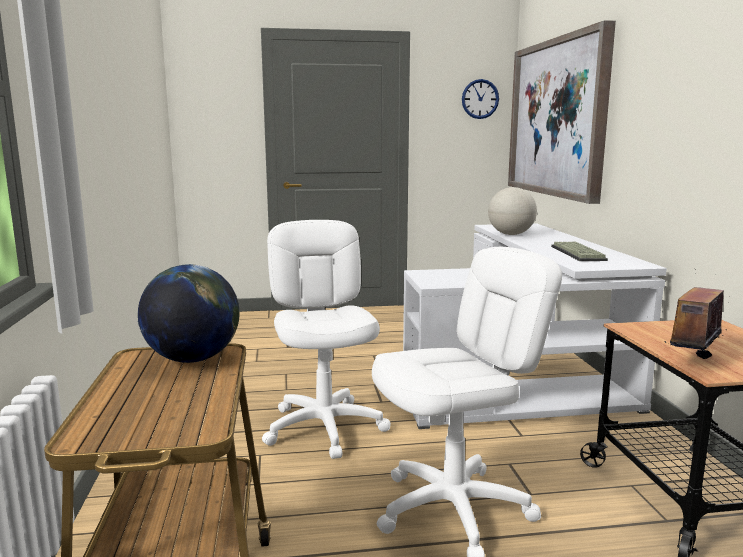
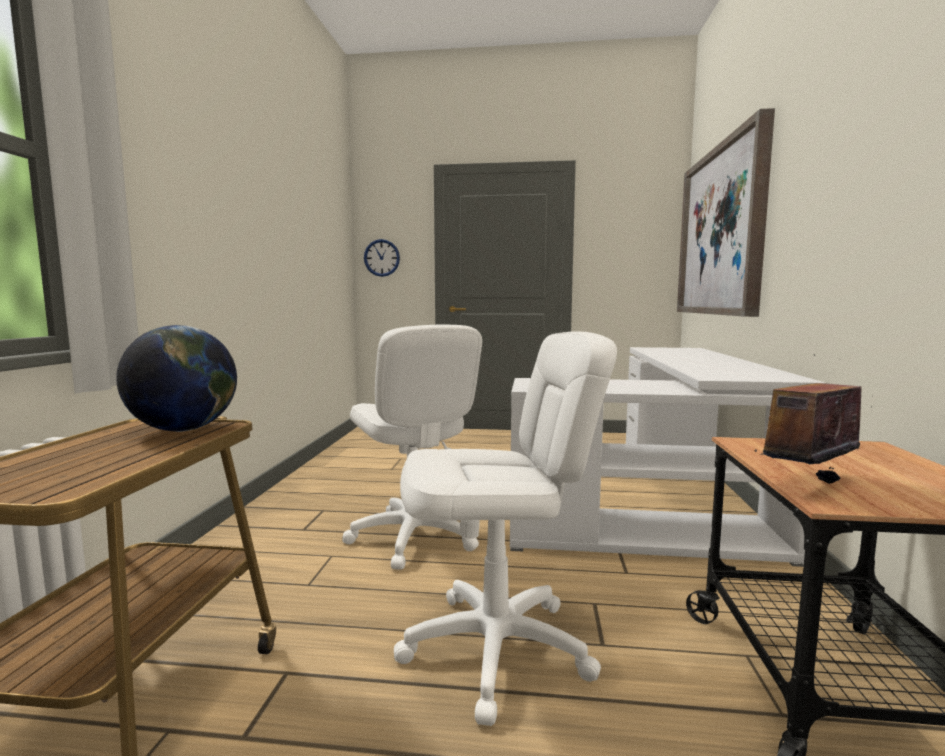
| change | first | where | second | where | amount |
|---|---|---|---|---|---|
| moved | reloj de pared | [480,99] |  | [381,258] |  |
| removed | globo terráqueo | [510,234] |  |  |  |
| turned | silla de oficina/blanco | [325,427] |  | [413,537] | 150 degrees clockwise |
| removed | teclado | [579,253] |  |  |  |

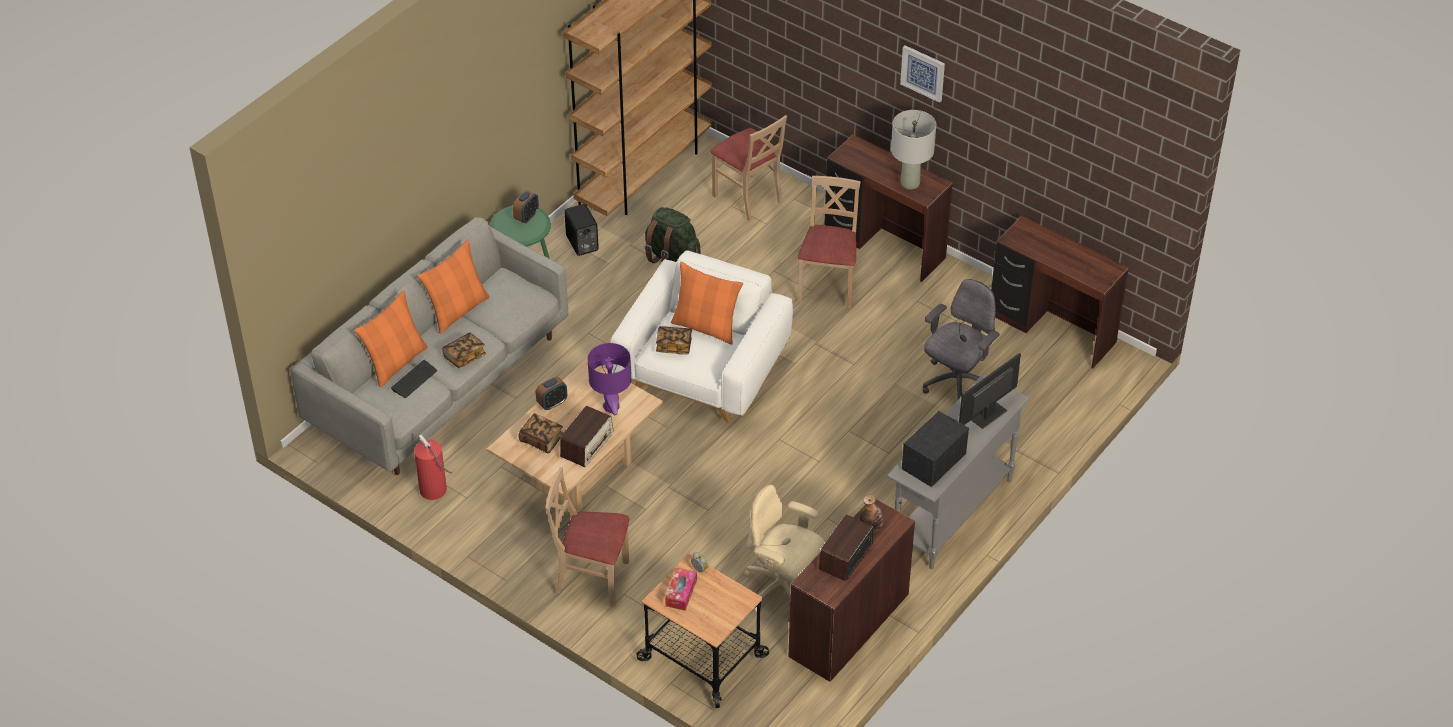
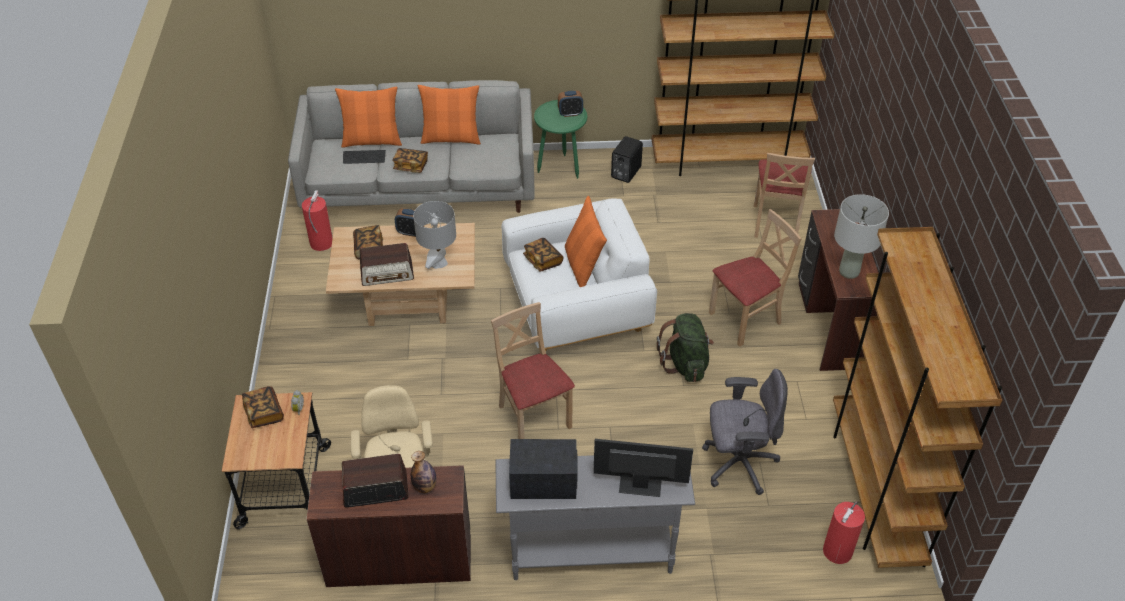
| change | first | where | second | where | amount |
|---|---|---|---|---|---|
| removed | cuadro | [923,73] |  |  |  |
| moved | mochila/verde | [671,256] |  | [685,364] |  |
| replaced | escritorio/marrón | [1051,330] | estantería/marrón | [875,490] |  |
| recoloured | lámpara de mesa/morado | [611,406] | lámpara de mesa/gris | [439,263] |  |
| moved | silla/beis | [592,578] |  | [533,417] |  |
| replaced | caja de pañuelos | [681,593] | libro | [264,413] |  |
| added |  |  | extintor | [838,549] |  |

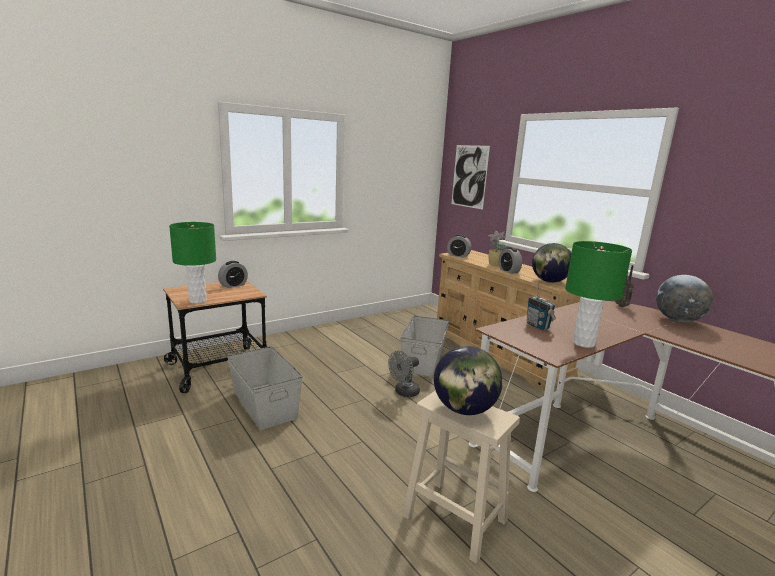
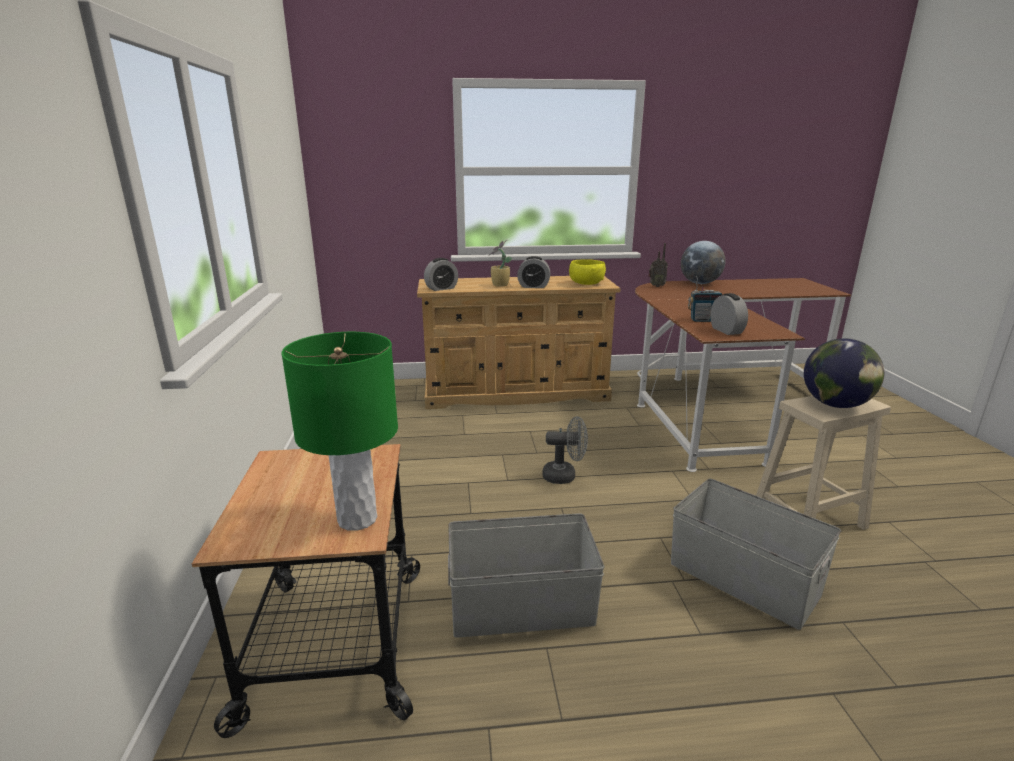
| change | first | where | second | where | amount |
|---|---|---|---|---|---|
| removed | cuadro | [469,176] |  |  |  |
| removed | lámpara de mesa/verde | [583,343] |  |  |  |
| replaced | globo terráqueo | [549,281] | cuenco/amarillo | [586,284] |  |
| moved | despertador | [233,285] |  | [726,330] |  |
| moved | caja de almacenaje/gris | [424,360] |  | [742,578] |  |
| turned | ventilador/gris | [404,393] |  | [564,476] | 75 degrees counterclockwise |

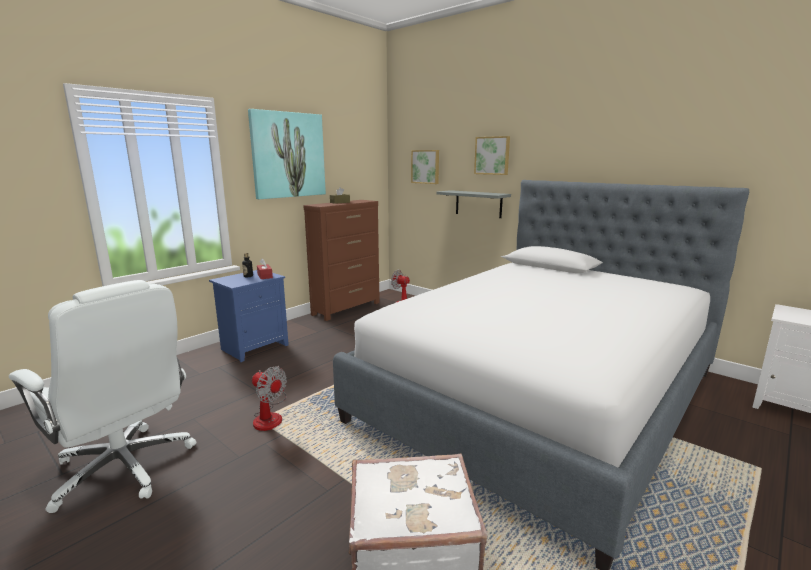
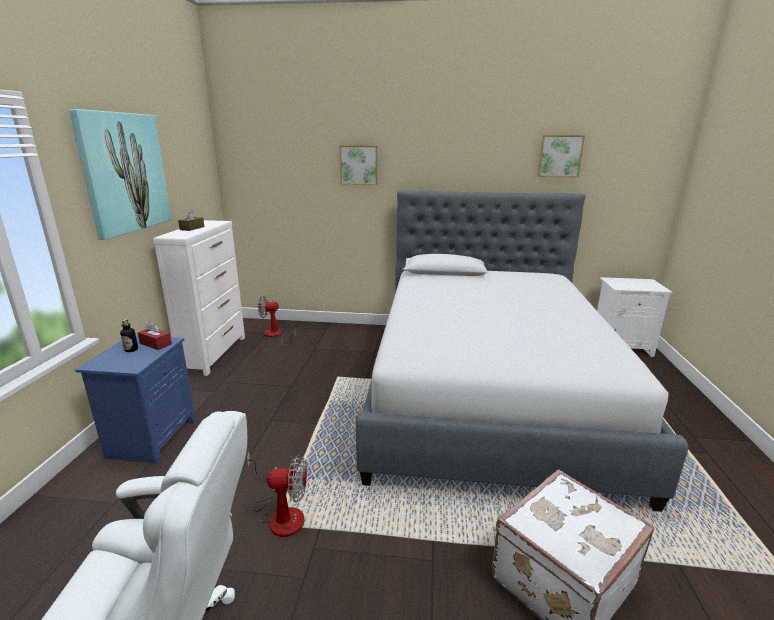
| change | first | where | second | where | amount |
|---|---|---|---|---|---|
| moved | cuadro | [426,166] |  | [559,156] |  |
| removed | estante/gris | [478,204] |  |  |  |
| recoloured | cómoda/marrón | [347,308] | cómoda/blanco | [215,353] |  |

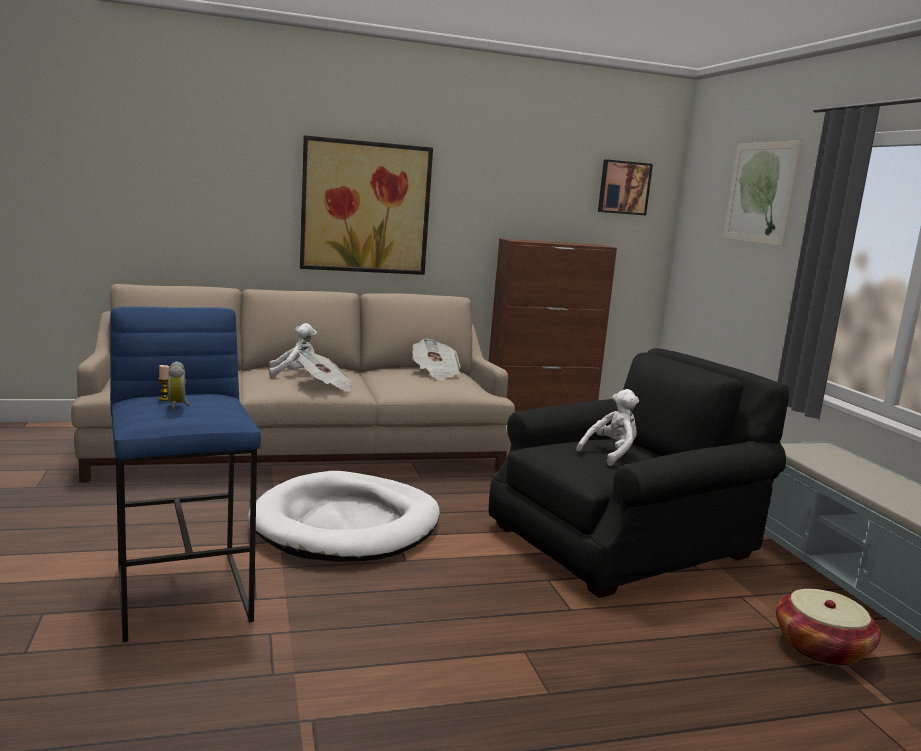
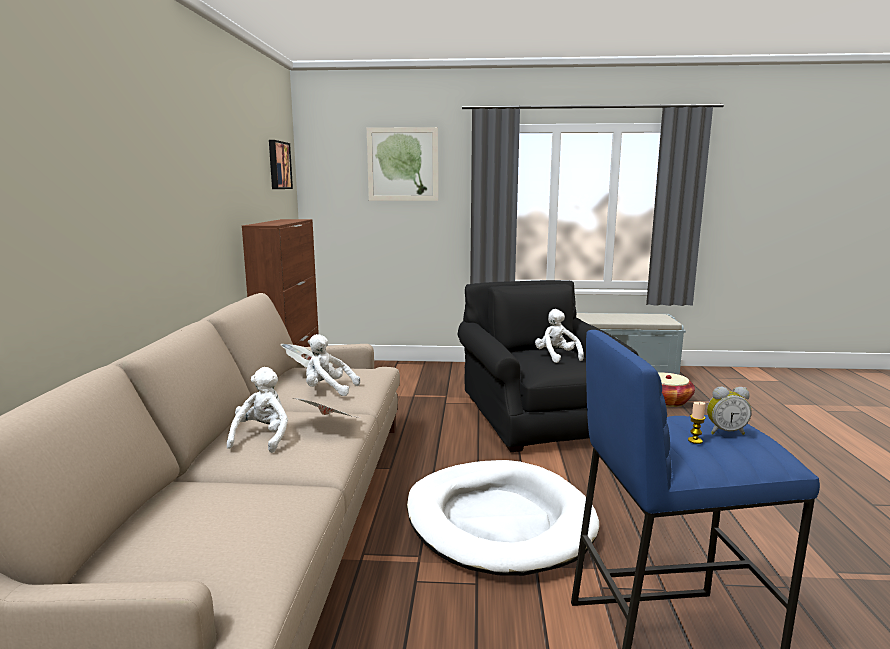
| change | first | where | second | where | amount |
|---|---|---|---|---|---|
| removed | cuadro | [365,207] |  |  |  |
| added |  |  | peluche/blanco | [328,390] |  |

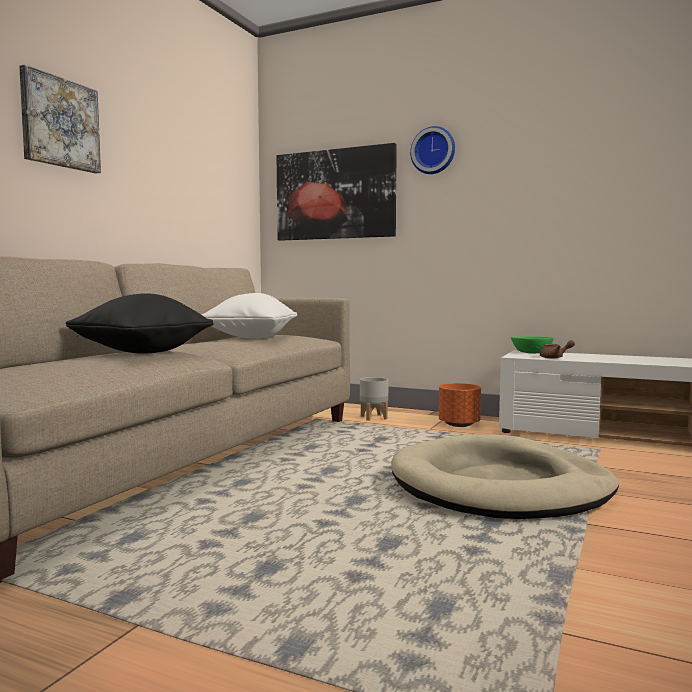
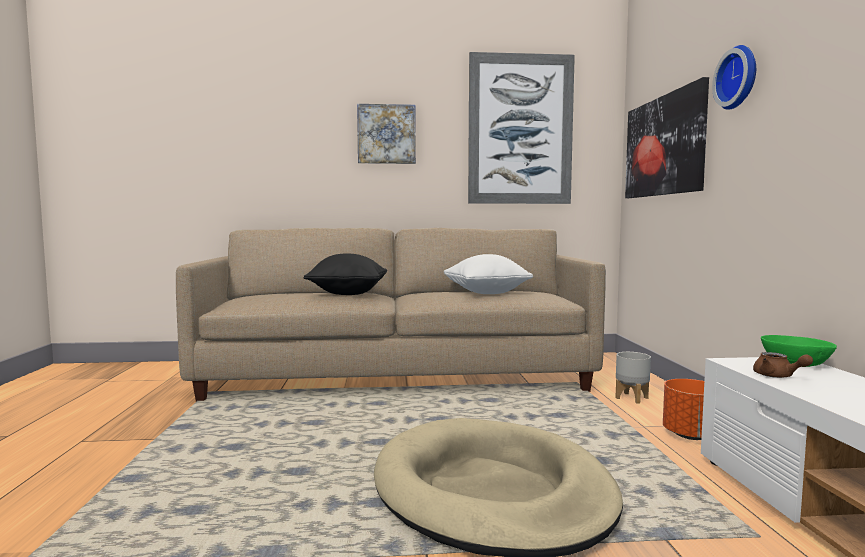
| change | first | where | second | where | amount |
|---|---|---|---|---|---|
| added |  |  | cuadro | [520,129] |  |

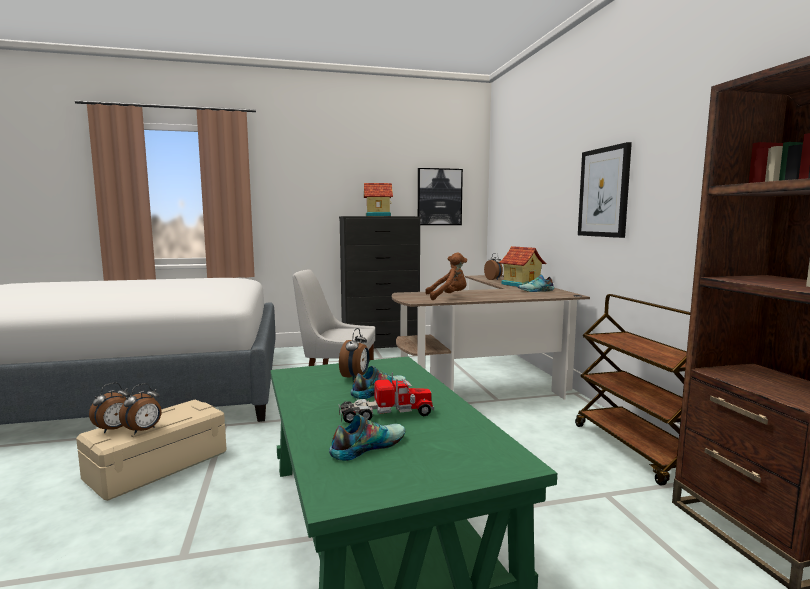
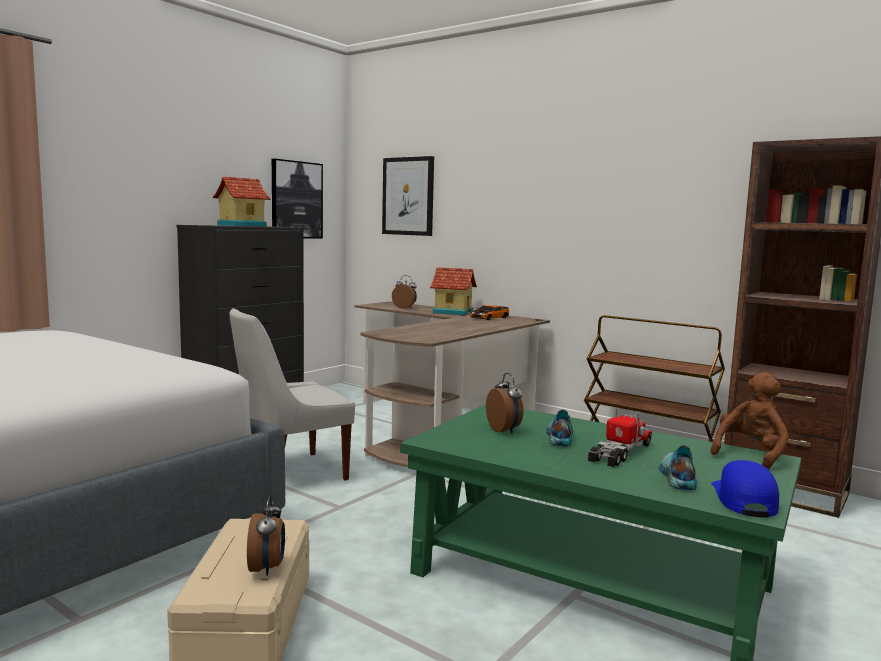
| change | first | where | second | where | amount |
|---|---|---|---|---|---|
| moved | cuadro | [604,192] |  | [408,196] |  |
| moved | peluche/marrón | [448,297] |  | [750,454] |  |
| replaced | zapato | [536,291] | coche de juguete | [489,318] |  |
| removed | despertador | [114,429] |  |  |  |
| added |  |  | gorra/azul | [743,499] |  |

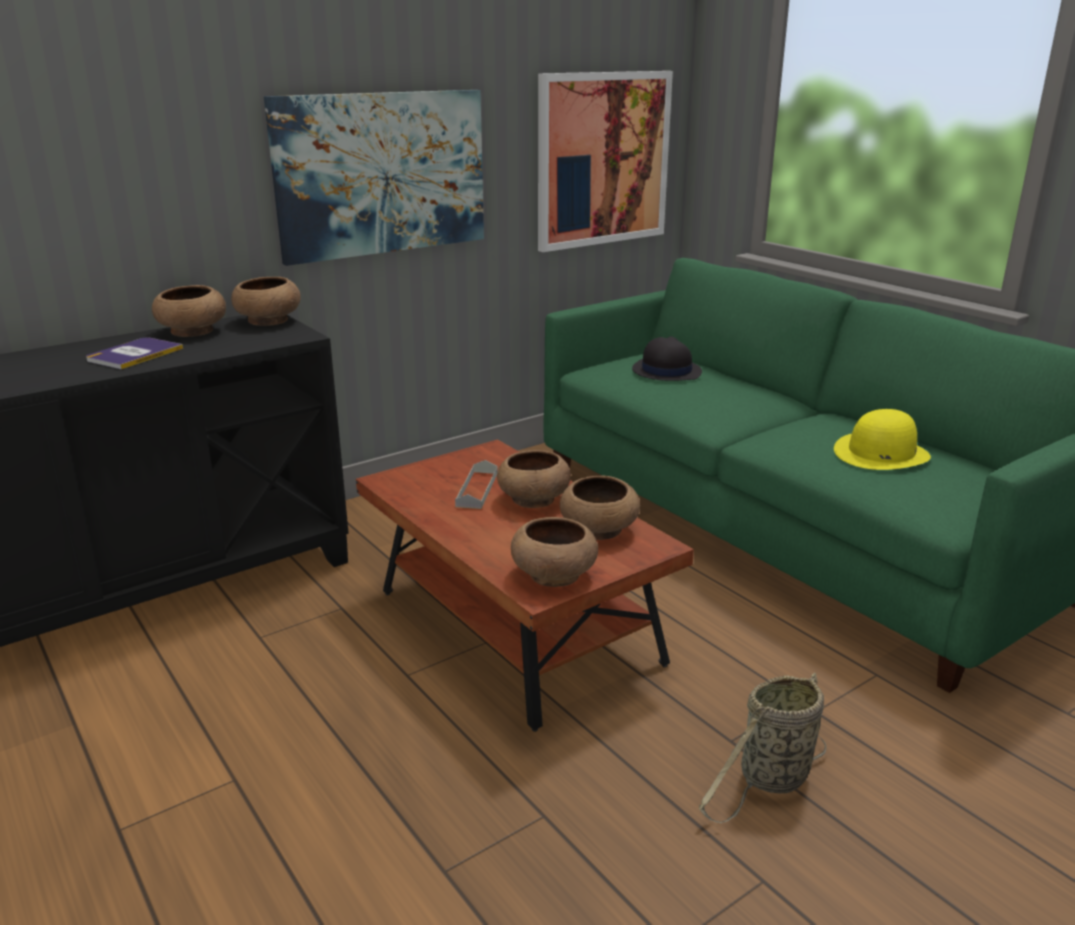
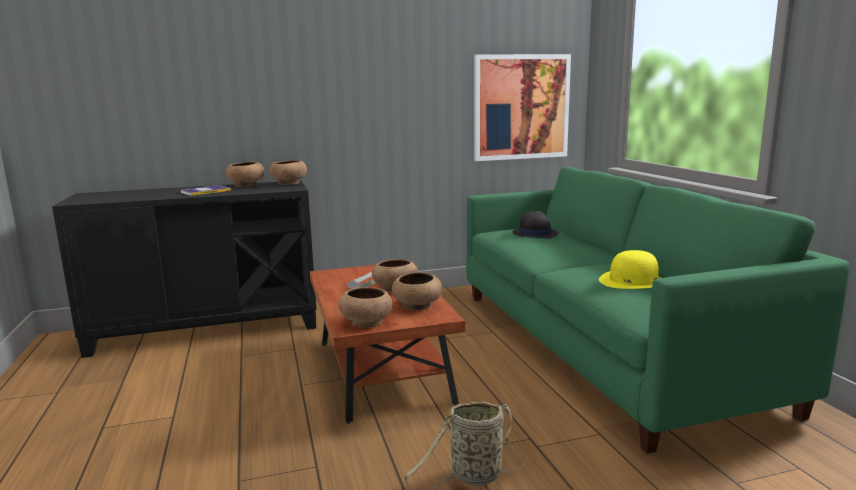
| change | first | where | second | where | amount |
|---|---|---|---|---|---|
| removed | cuadro | [382,174] |  |  |  |

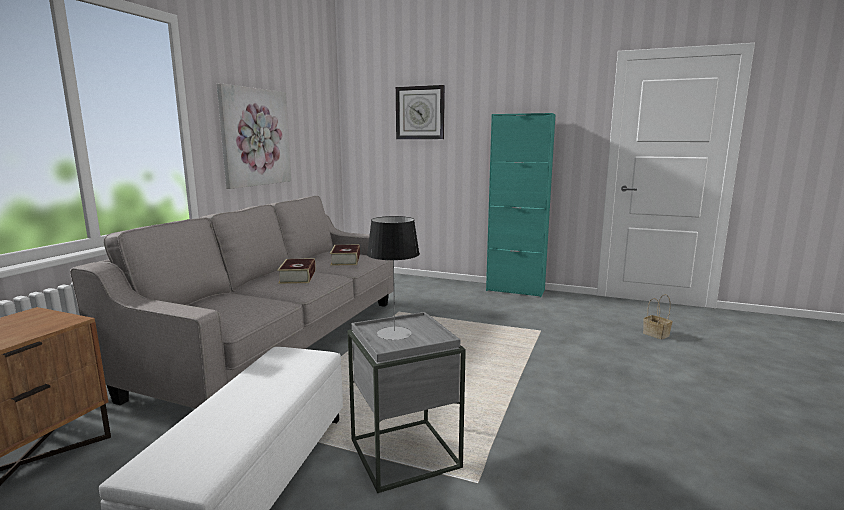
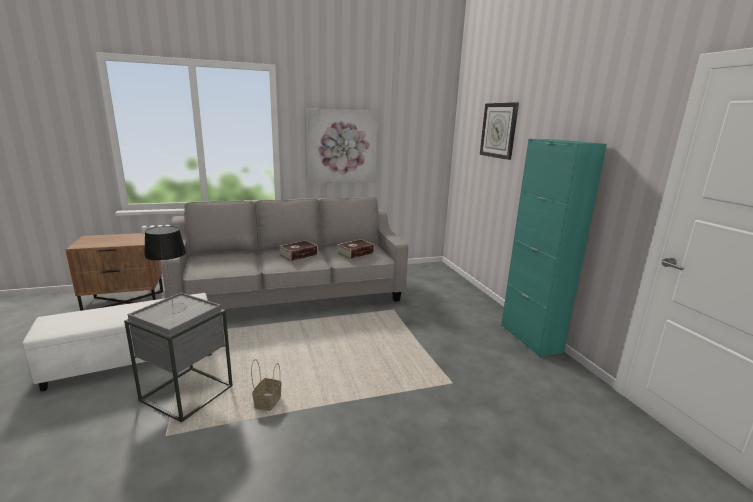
| change | first | where | second | where | amount |
|---|---|---|---|---|---|
| moved | cesta | [655,334] |  | [267,401] |  |

